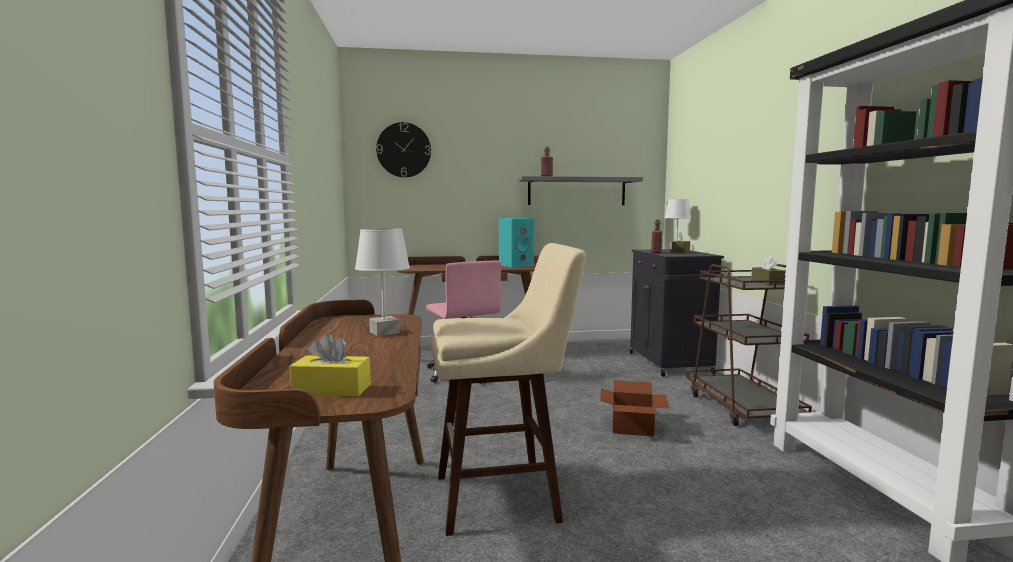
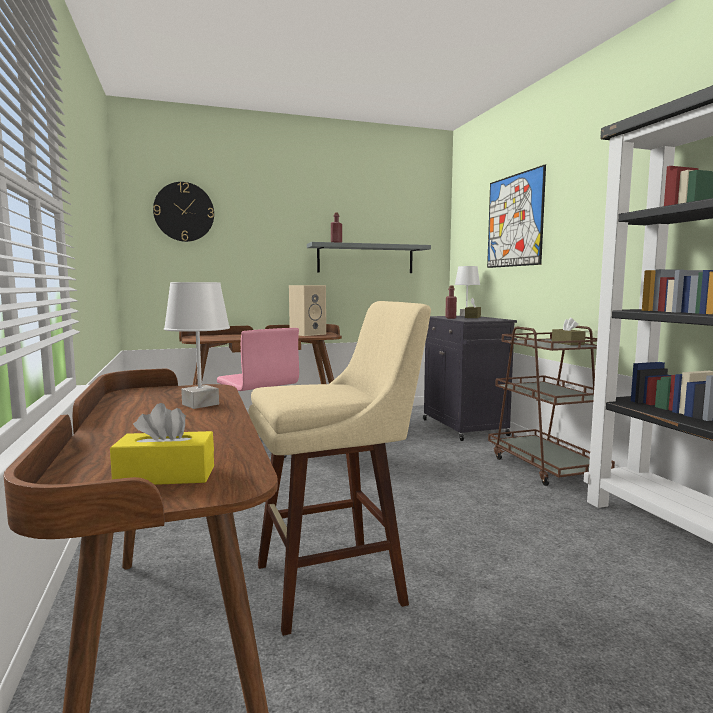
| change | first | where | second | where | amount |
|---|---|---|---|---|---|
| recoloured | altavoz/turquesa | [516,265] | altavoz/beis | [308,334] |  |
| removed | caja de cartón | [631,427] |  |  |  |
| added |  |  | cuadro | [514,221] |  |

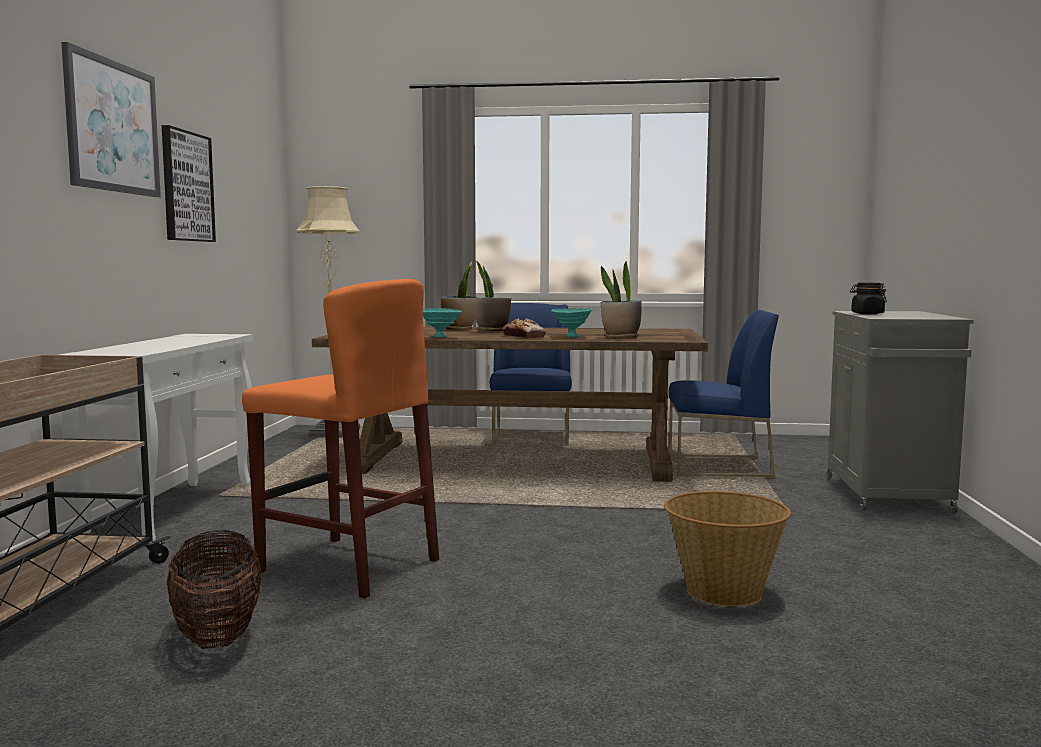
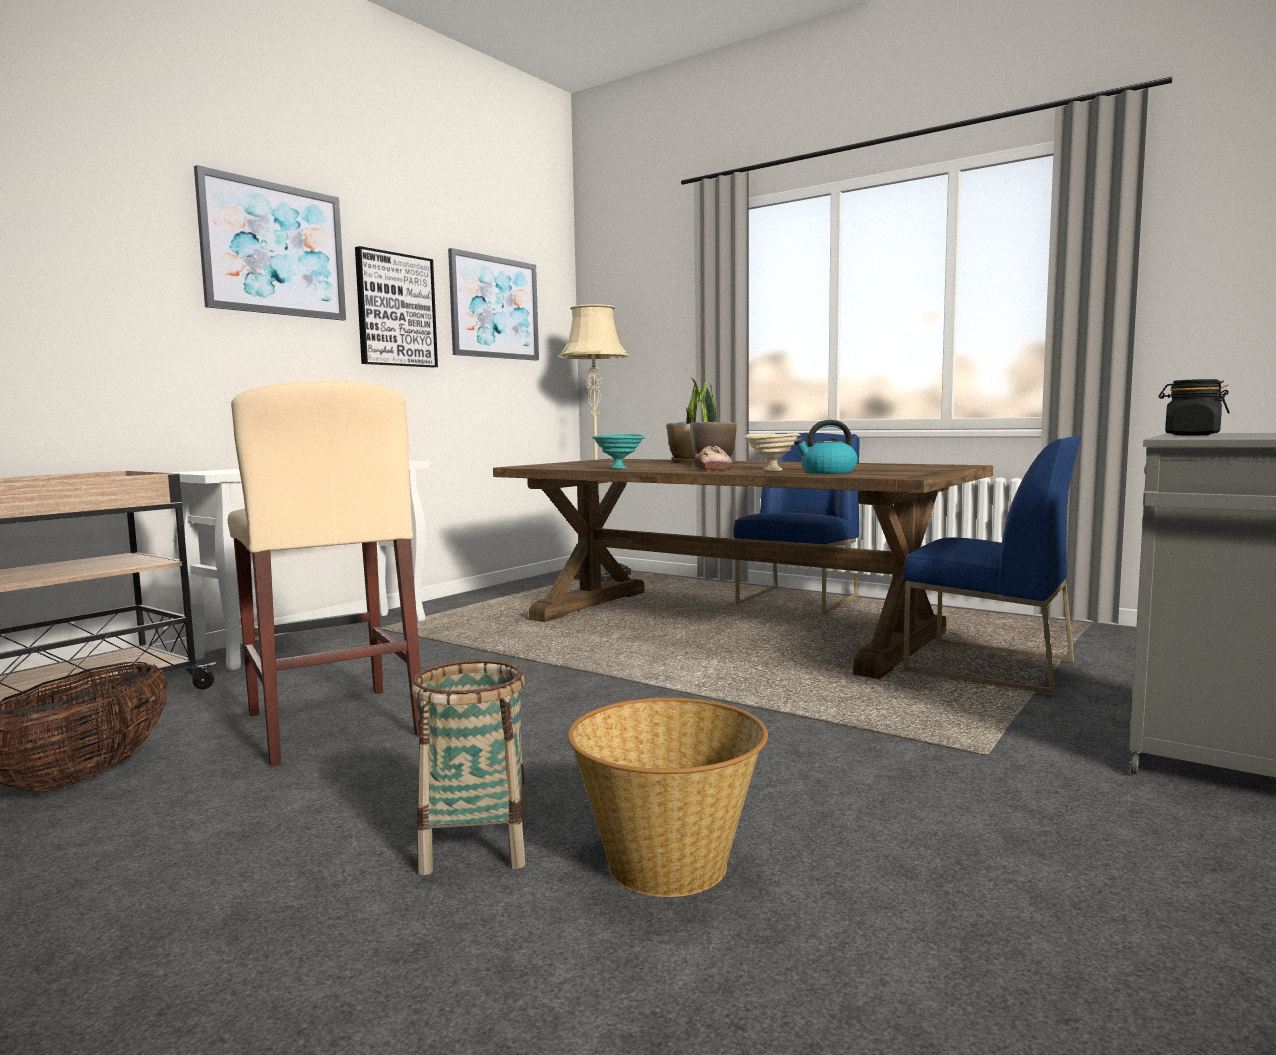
| change | first | where | second | where | amount |
|---|---|---|---|---|---|
| replaced | planta en maceta | [621,337] | hervidor | [827,472] |  |
| recoloured | taburete/naranja | [348,566] | taburete/beis | [333,724] |  |
| recoloured | cuenco/turquesa | [572,336] | cuenco/beis | [771,470] |  |
| added |  |  | cuadro | [494,308] |  |
| added |  |  | cesta | [476,846] |  |

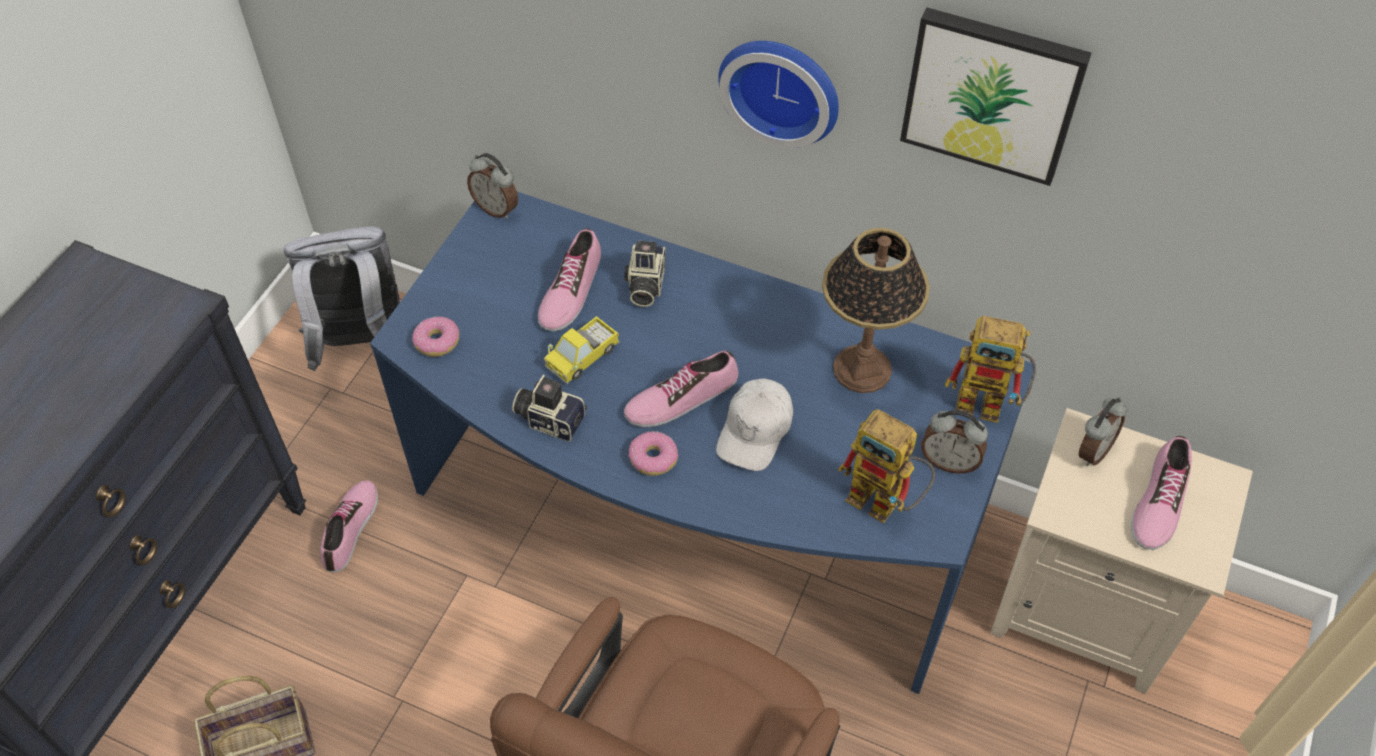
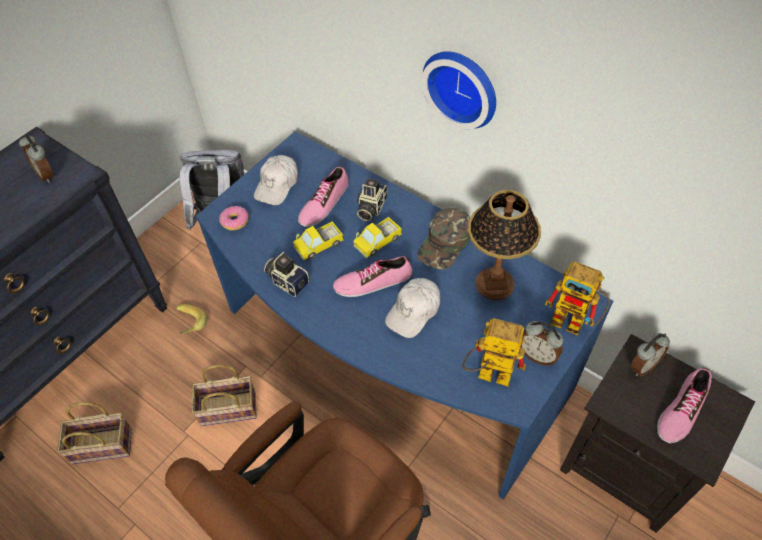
| change | first | where | second | where | amount |
|---|---|---|---|---|---|
| removed | cuadro | [992,93] |  |  |  |
| moved | despertador | [497,208] |  | [47,174] |  |
| recoloured | mesita de noche/beis | [1085,610] | mesita de noche/negro | [627,467] |  |
| turned | robot de juguete | [885,502] |  | [487,374] | 150 degrees clockwise |
| removed | rosquilla | [653,458] |  |  |  |
| replaced | zapato | [351,529] | plátano | [188,326] |  |
| added |  |  | gorra/blanco | [277,185] |  |
| added |  |  | gorra/verde | [445,243] |  |
| added |  |  | camión de juguete | [378,242] |  |
| added |  |  | cesta | [227,410] |  |

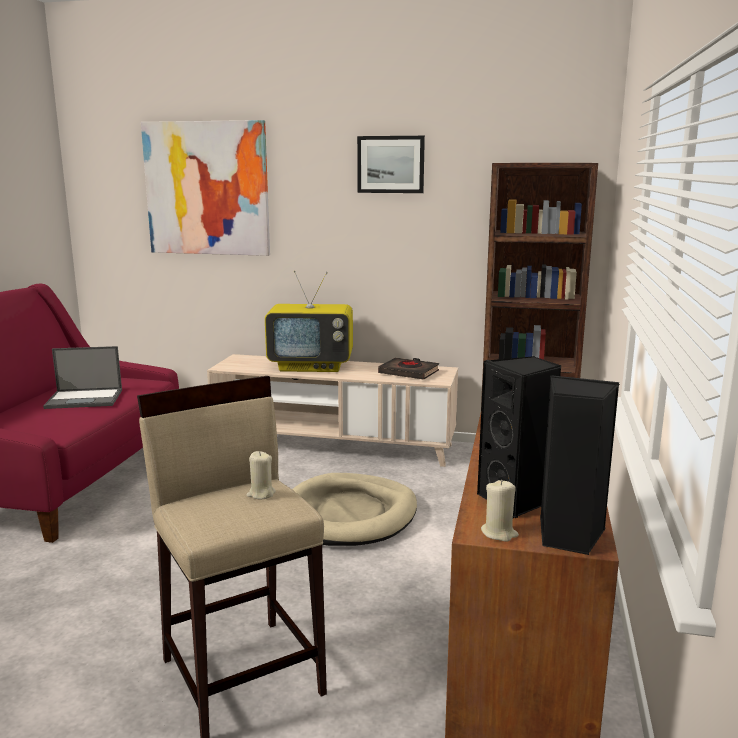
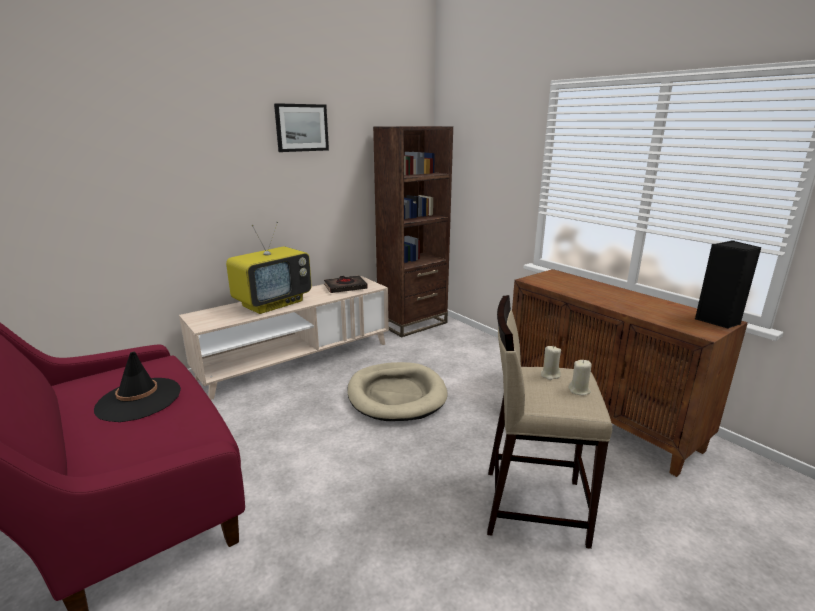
| change | first | where | second | where | amount |
|---|---|---|---|---|---|
| removed | cuadro | [207,189] |  |  |  |
| replaced | portátil | [85,399] | sombrero/negro | [139,400] |  |
| removed | altavoz/negro | [516,501] |  |  |  |
| moved | vela/beis | [499,533] |  | [579,390] |  |

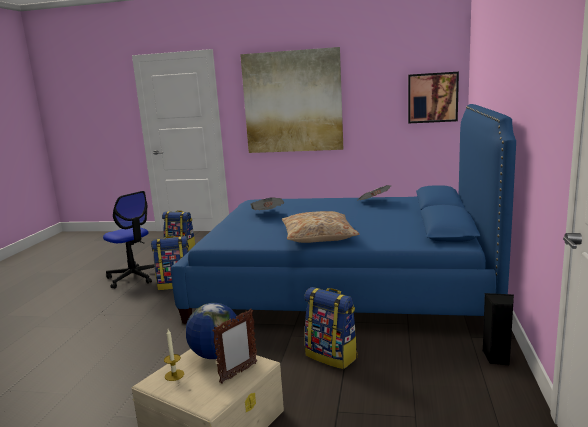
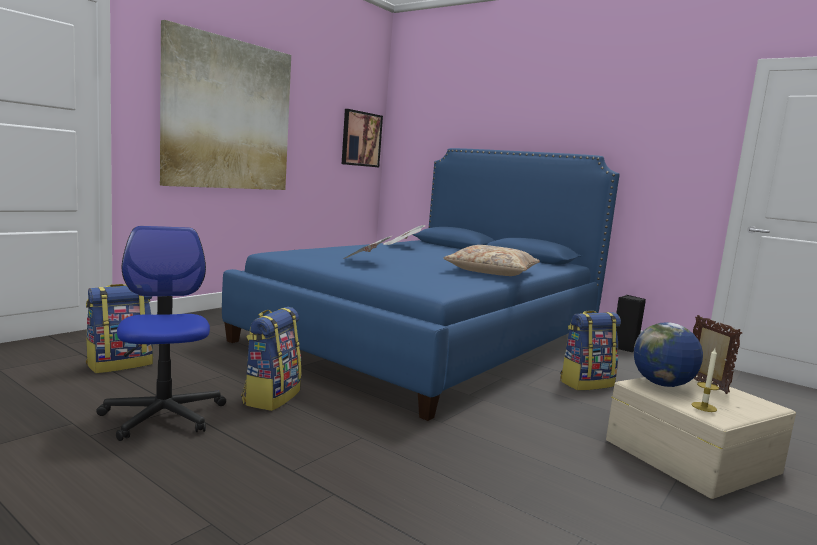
| change | first | where | second | where | amount |
|---|---|---|---|---|---|
| turned | silla de oficina | [134,277] |  | [163,415] | 90 degrees counterclockwise |

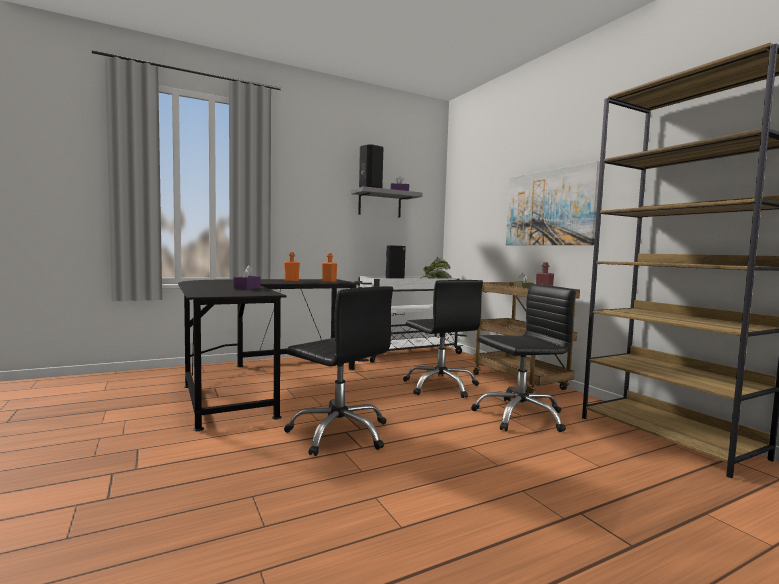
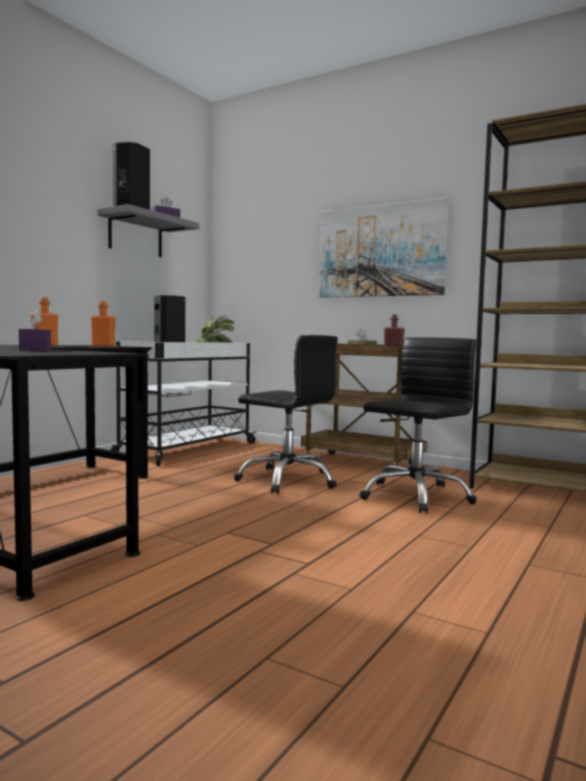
| change | first | where | second | where | amount |
|---|---|---|---|---|---|
| removed | silla de oficina/negro | [339,433] |  |  |  |

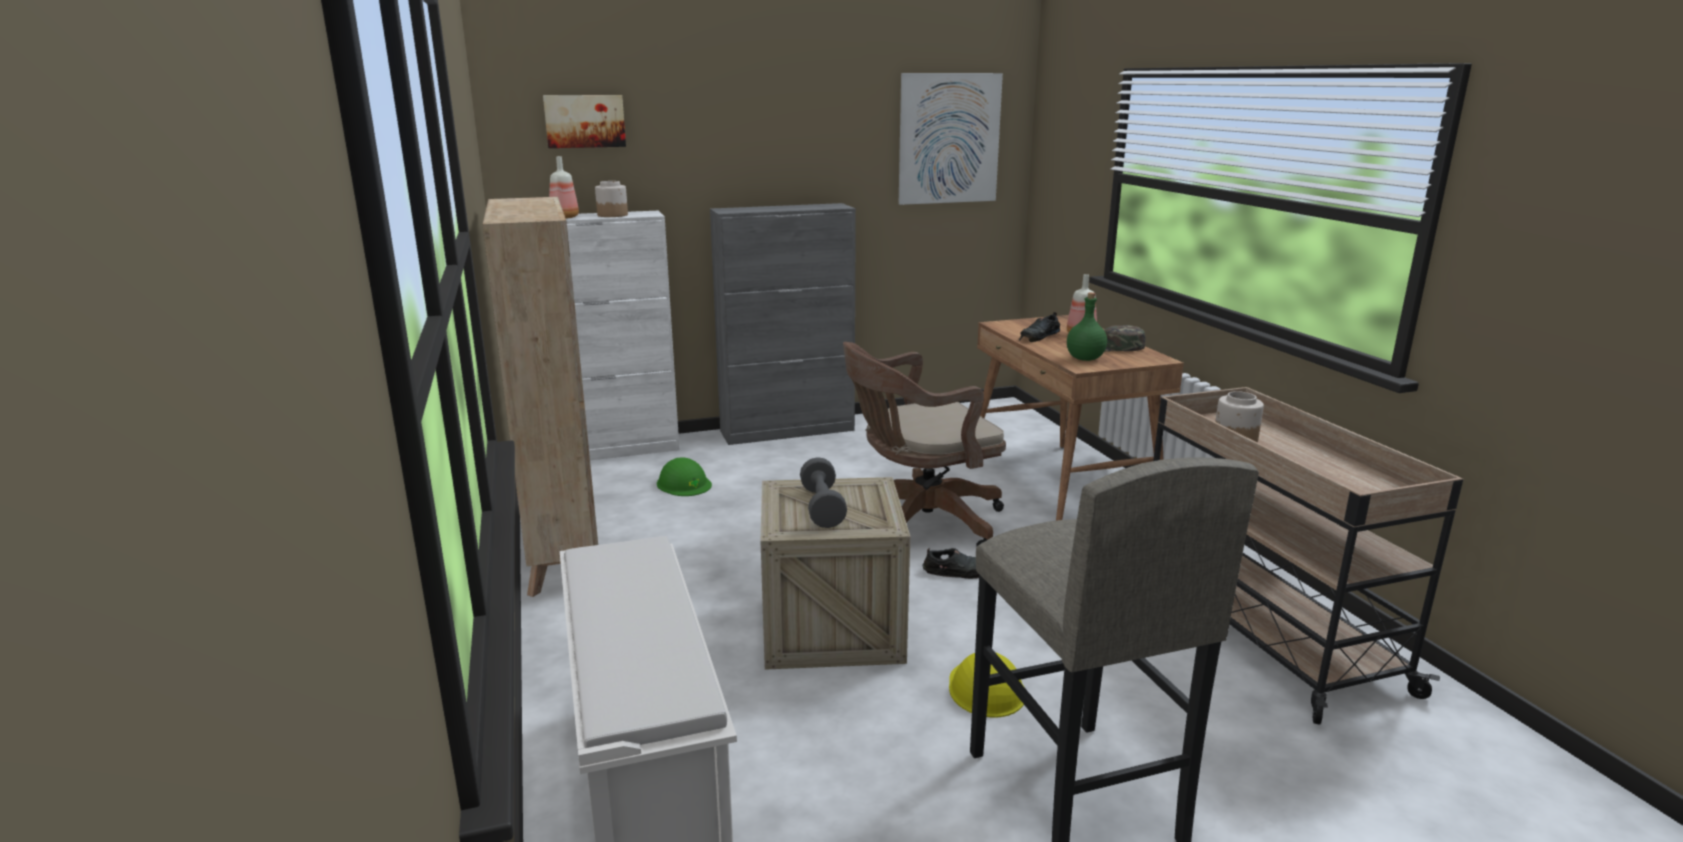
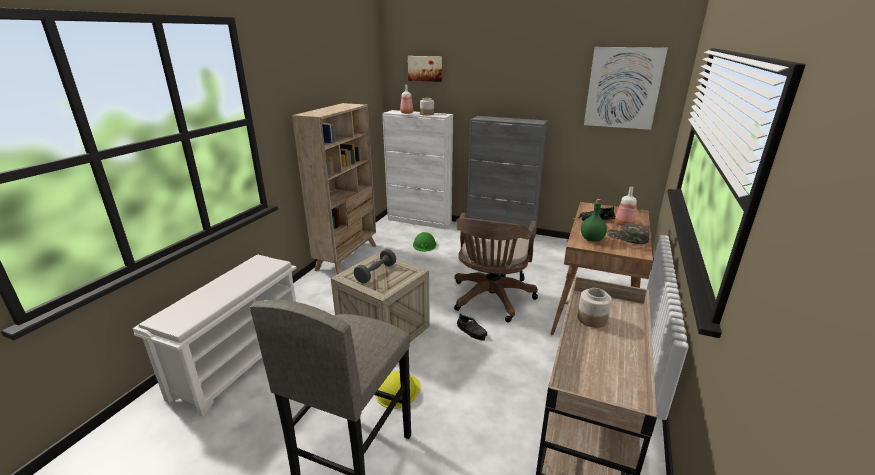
| change | first | where | second | where | amount |
|---|---|---|---|---|---|
| turned | silla de oficina/marrón | [918,523] |  | [491,300] | 90 degrees counterclockwise |

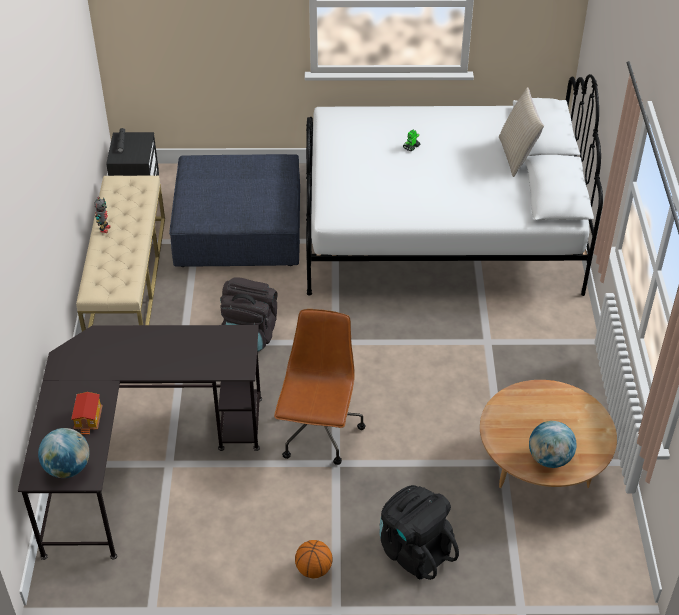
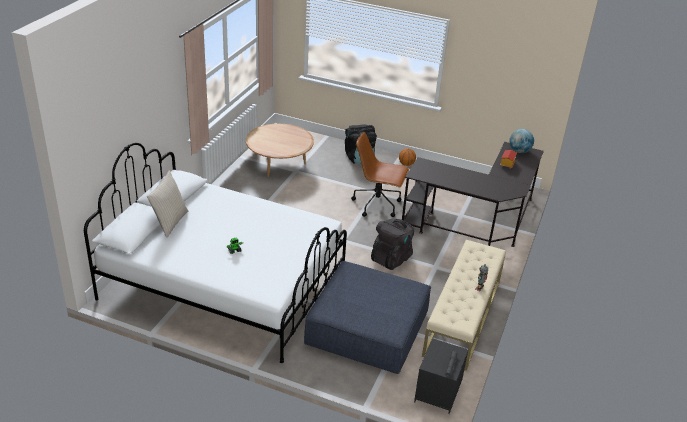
| change | first | where | second | where | amount |
|---|---|---|---|---|---|
| turned | silla de oficina/marrón | [318,433] |  | [377,205] | 75 degrees clockwise |
| removed | globo terráqueo | [549,458] |  |  |  |

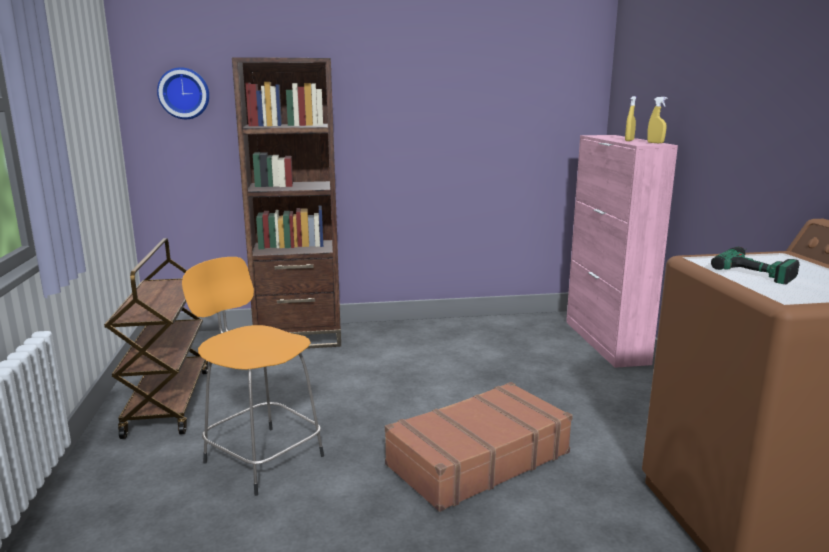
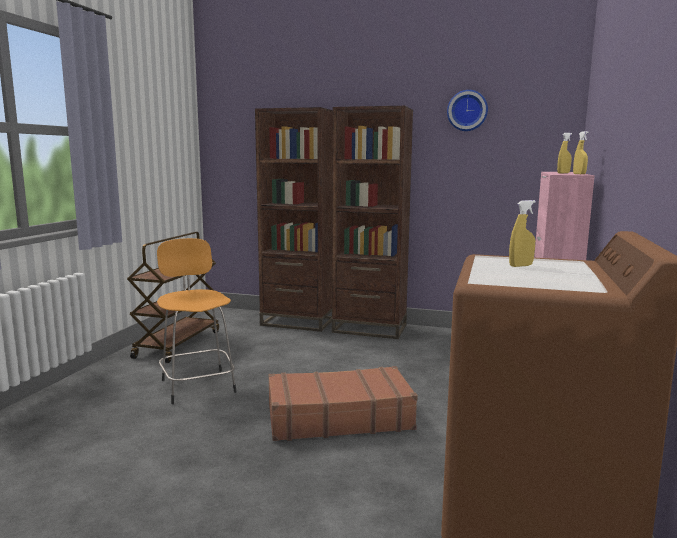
| change | first | where | second | where | amount |
|---|---|---|---|---|---|
| moved | reloj de pared | [184,93] |  | [467,110] |  |
| replaced | taladro | [759,268] | pulverizador/amarillo | [521,266] |  |
| added |  |  | estantería/marrón | [369,329] |  |

